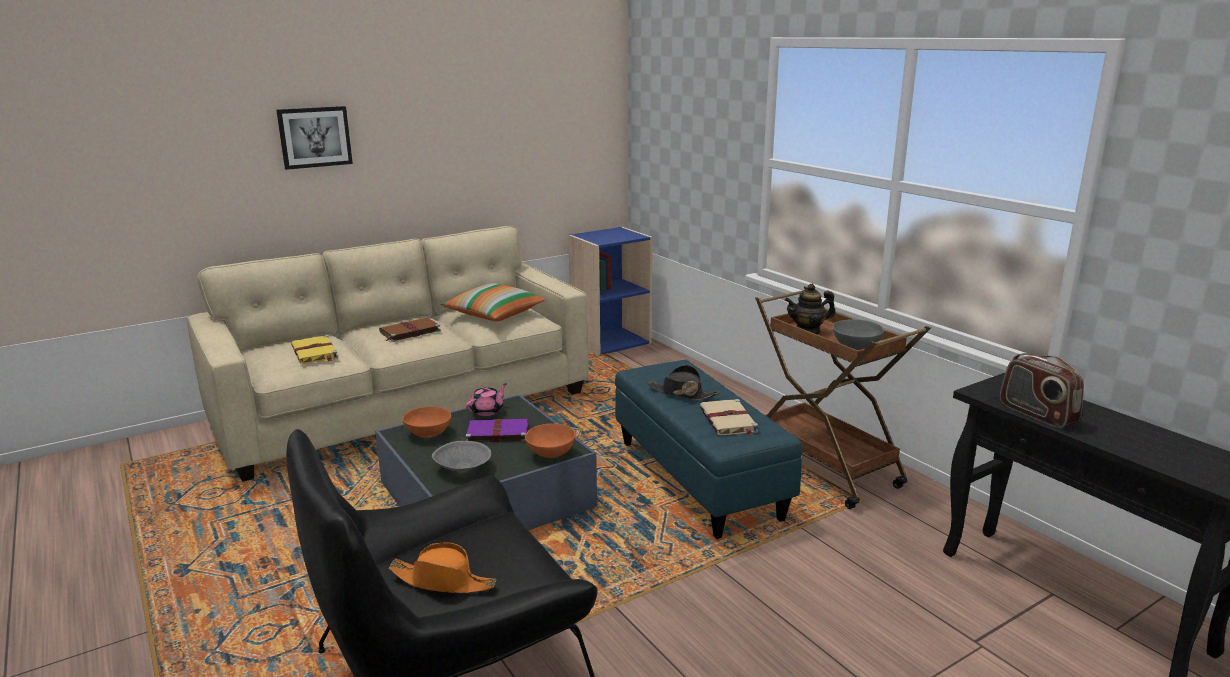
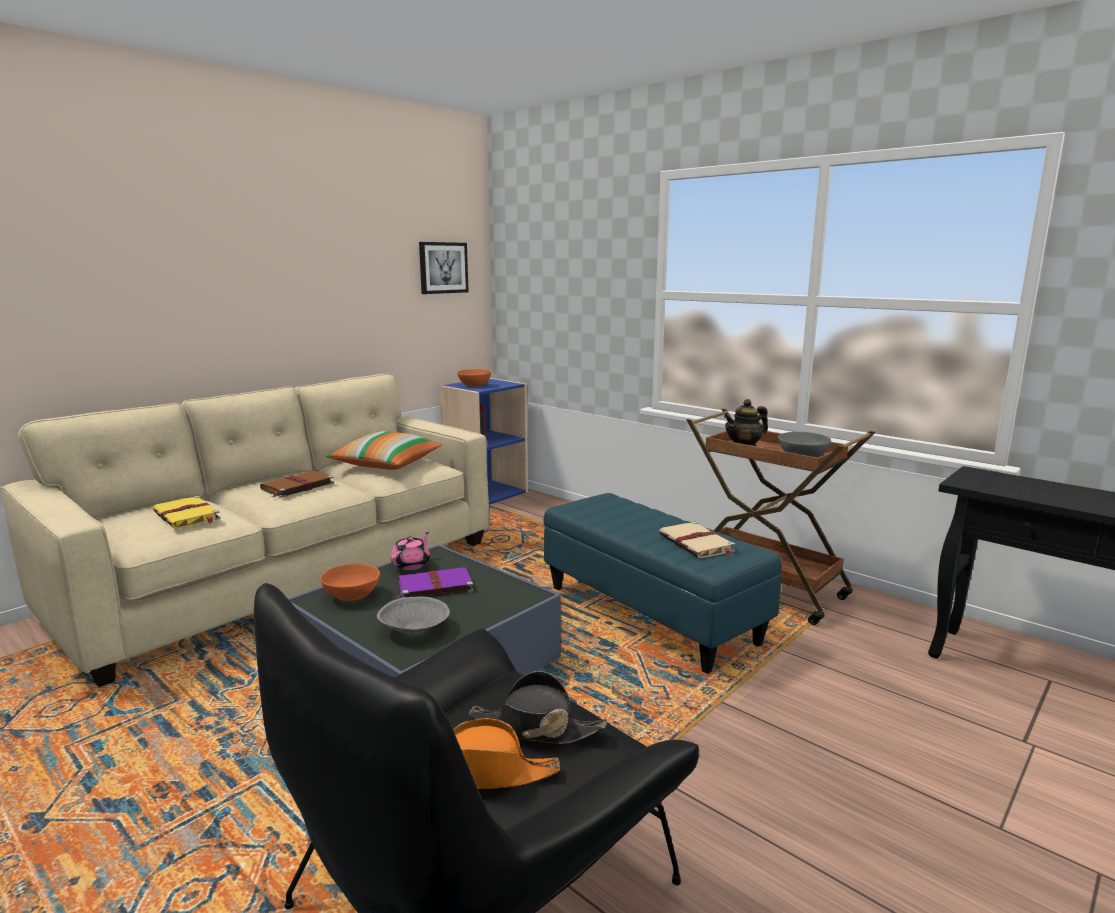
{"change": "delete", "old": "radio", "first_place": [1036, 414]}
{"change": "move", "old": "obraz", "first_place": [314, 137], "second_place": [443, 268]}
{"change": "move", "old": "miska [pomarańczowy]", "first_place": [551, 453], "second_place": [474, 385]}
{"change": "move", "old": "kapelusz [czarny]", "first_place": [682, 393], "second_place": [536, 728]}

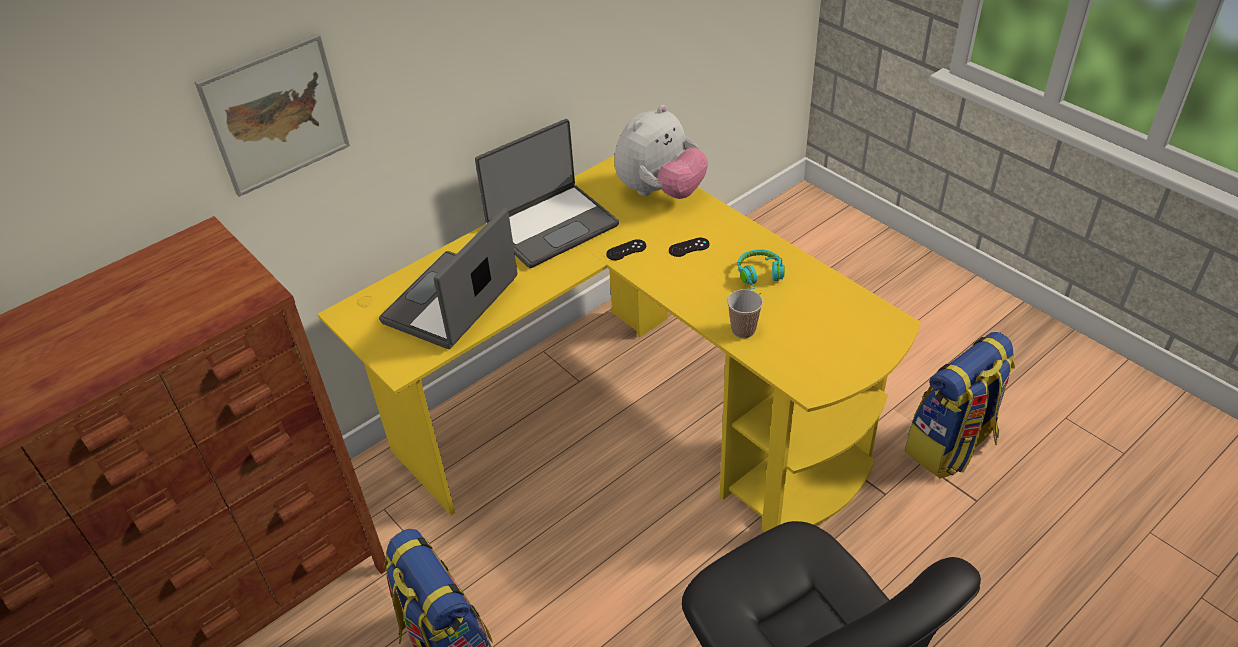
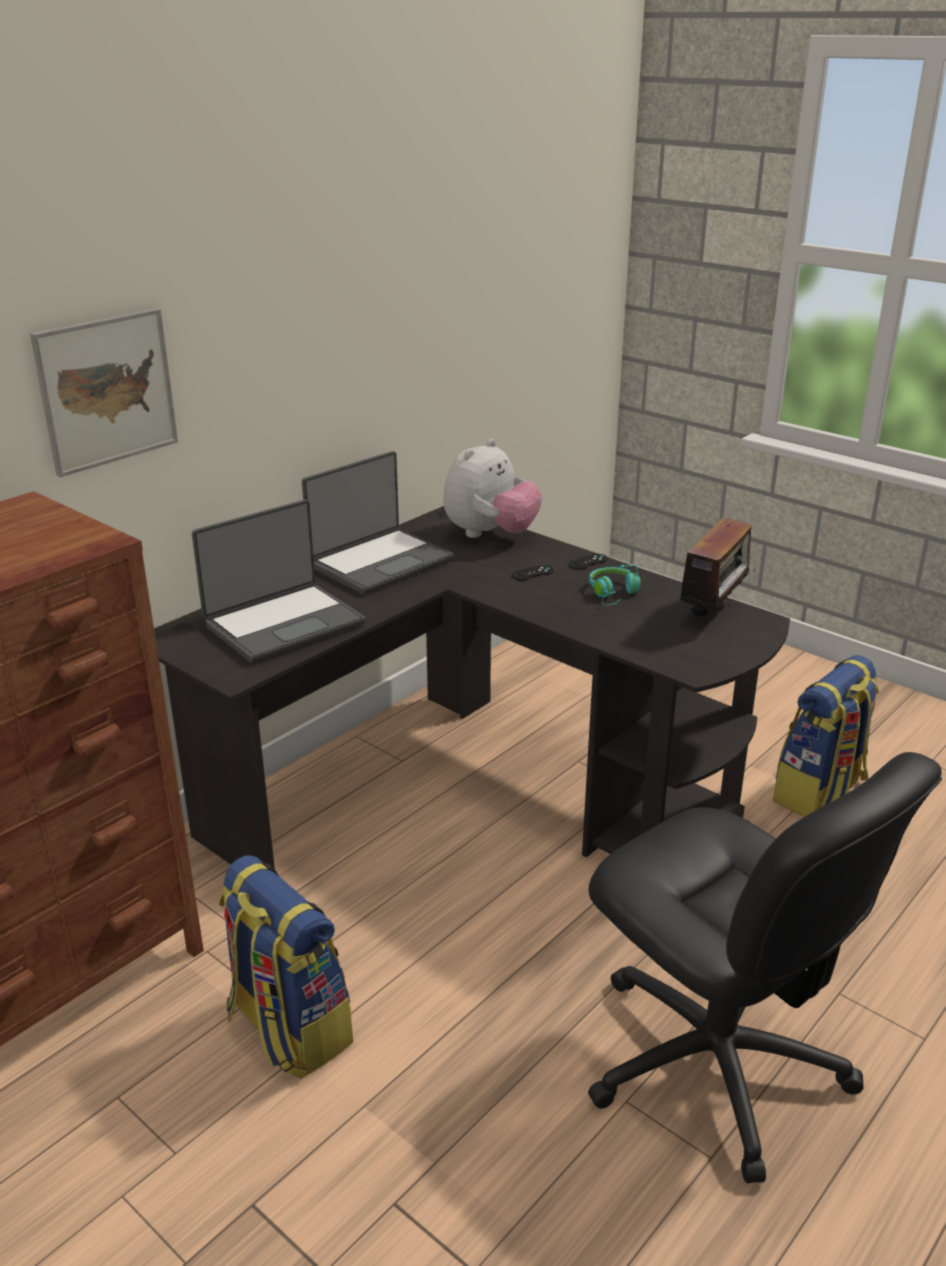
{"change": "delete", "old": "filiżanka", "first_place": [743, 330]}
{"change": "insert", "new": "radio", "second_place": [713, 611]}
{"change": "move", "old": "pad do gier [czarny]", "first_place": [626, 250], "second_place": [588, 562]}
{"change": "recolor", "old": "biurko [żółty]", "new": "biurko [czarny]", "first_place": [632, 417], "second_place": [469, 789]}
{"change": "rotate", "old": "laptop", "first_place": [452, 302], "second_place": [283, 624], "degrees": -150}

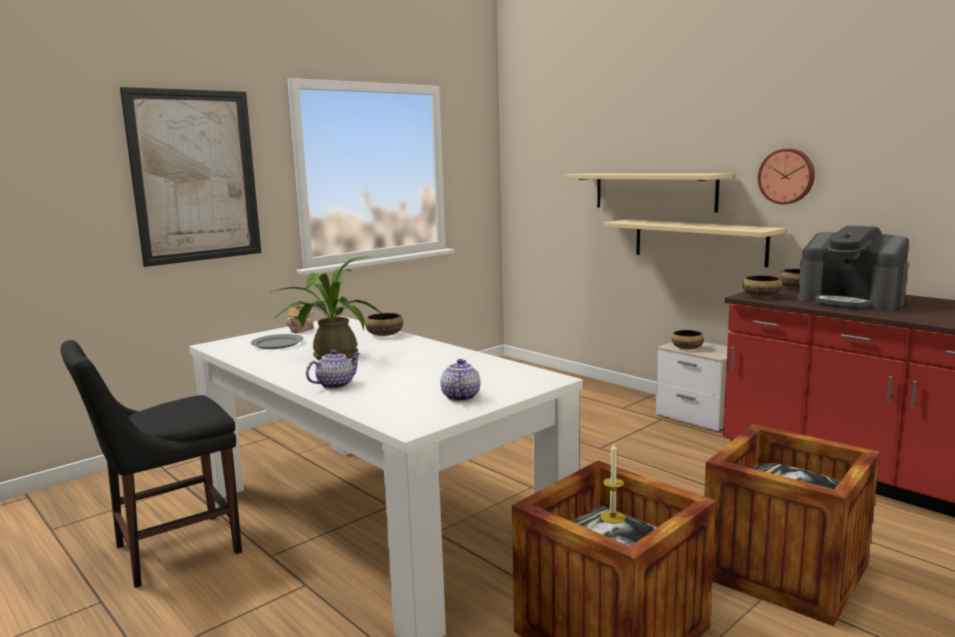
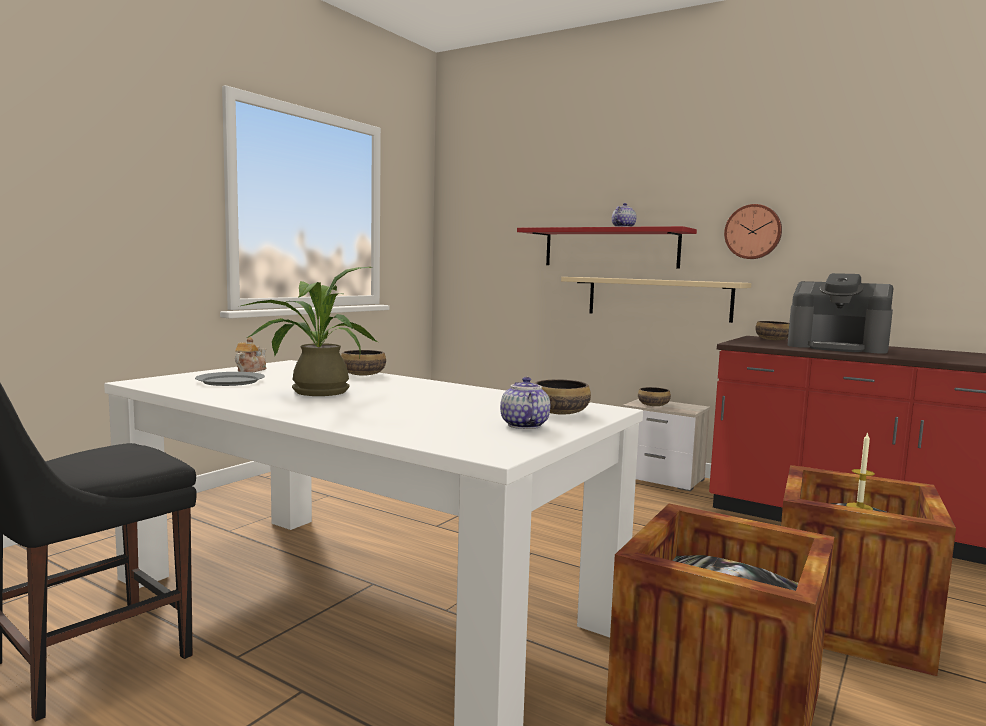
{"change": "delete", "old": "obraz", "first_place": [195, 176]}
{"change": "move", "old": "imbryk", "first_place": [335, 384], "second_place": [622, 227]}
{"change": "move", "old": "świeca", "first_place": [612, 517], "second_place": [859, 507]}
{"change": "move", "old": "miska", "first_place": [762, 296], "second_place": [561, 413]}
{"change": "recolor", "old": "półka [beżowy]", "new": "półka [czerwony]", "first_place": [654, 191], "second_place": [610, 248]}

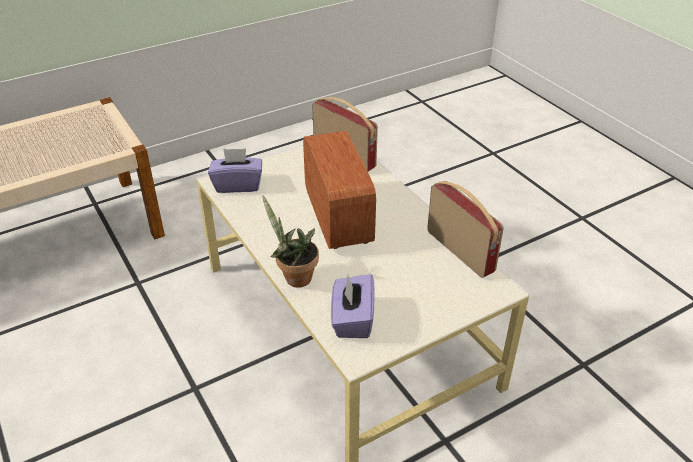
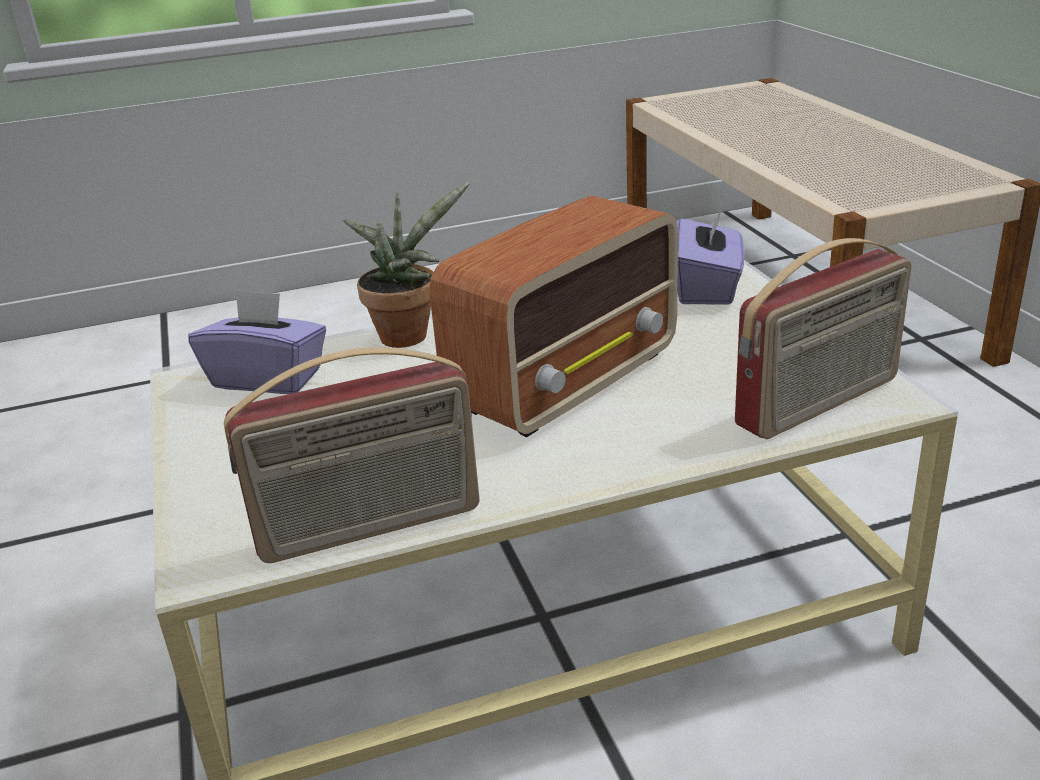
{"change": "rotate", "old": "radio", "first_place": [338, 217], "second_place": [568, 381], "degrees": -45}

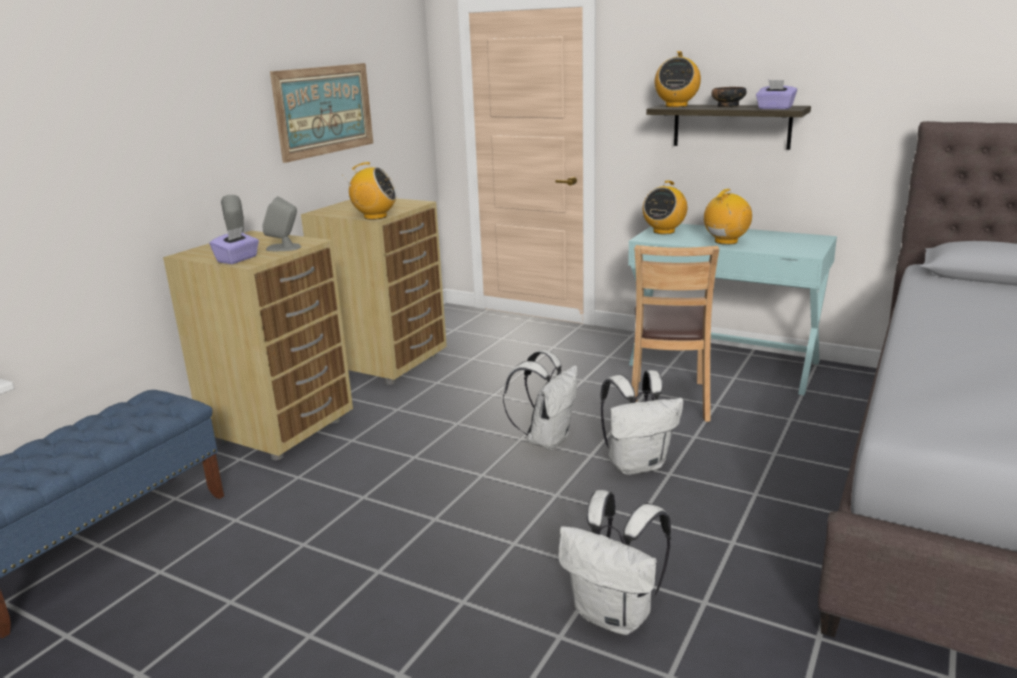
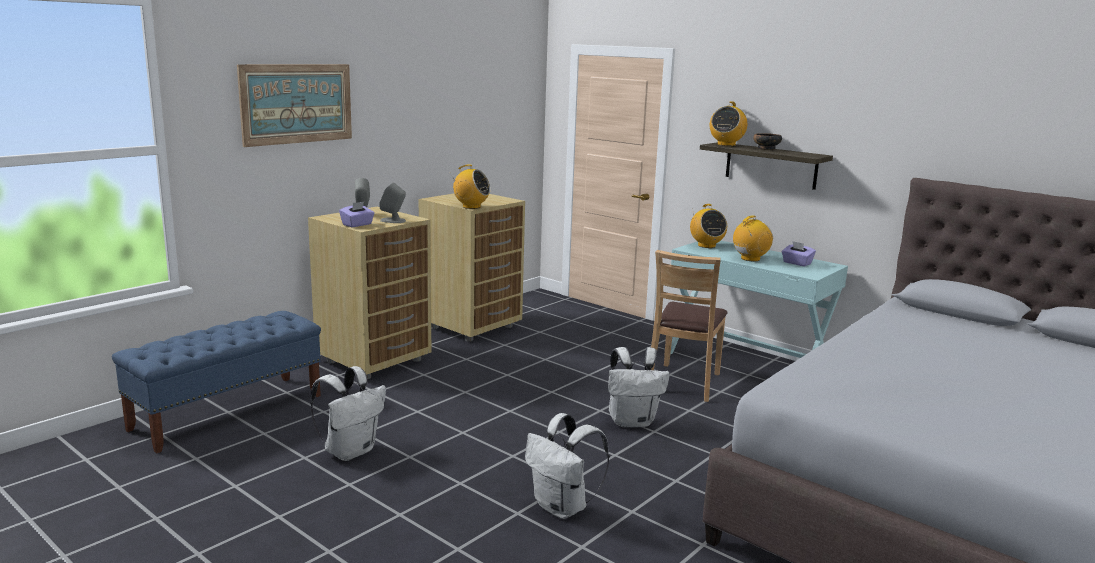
{"change": "move", "old": "obraz", "first_place": [324, 110], "second_place": [297, 103]}
{"change": "move", "old": "plecak [biały]", "first_place": [547, 439], "second_place": [350, 451]}
{"change": "move", "old": "pudełko chusteczek [fioletowy]", "first_place": [774, 108], "second_place": [796, 263]}
{"change": "rotate", "old": "radio", "first_place": [664, 231], "second_place": [706, 245], "degrees": -60}

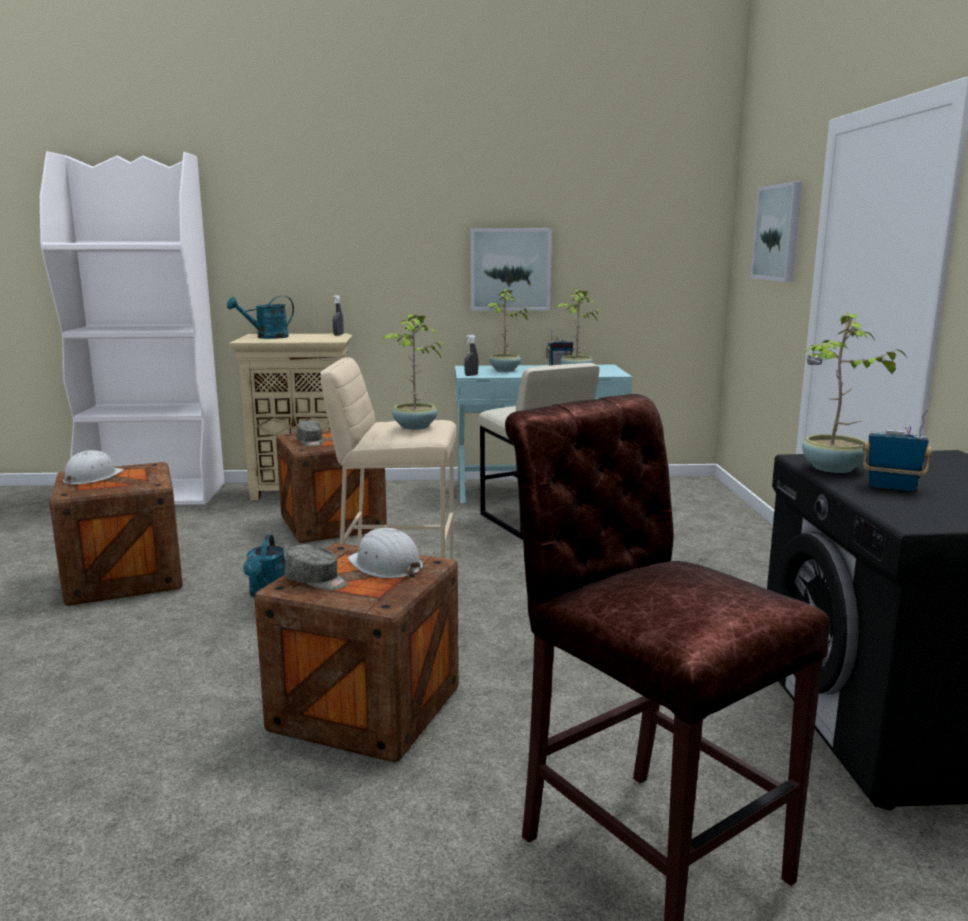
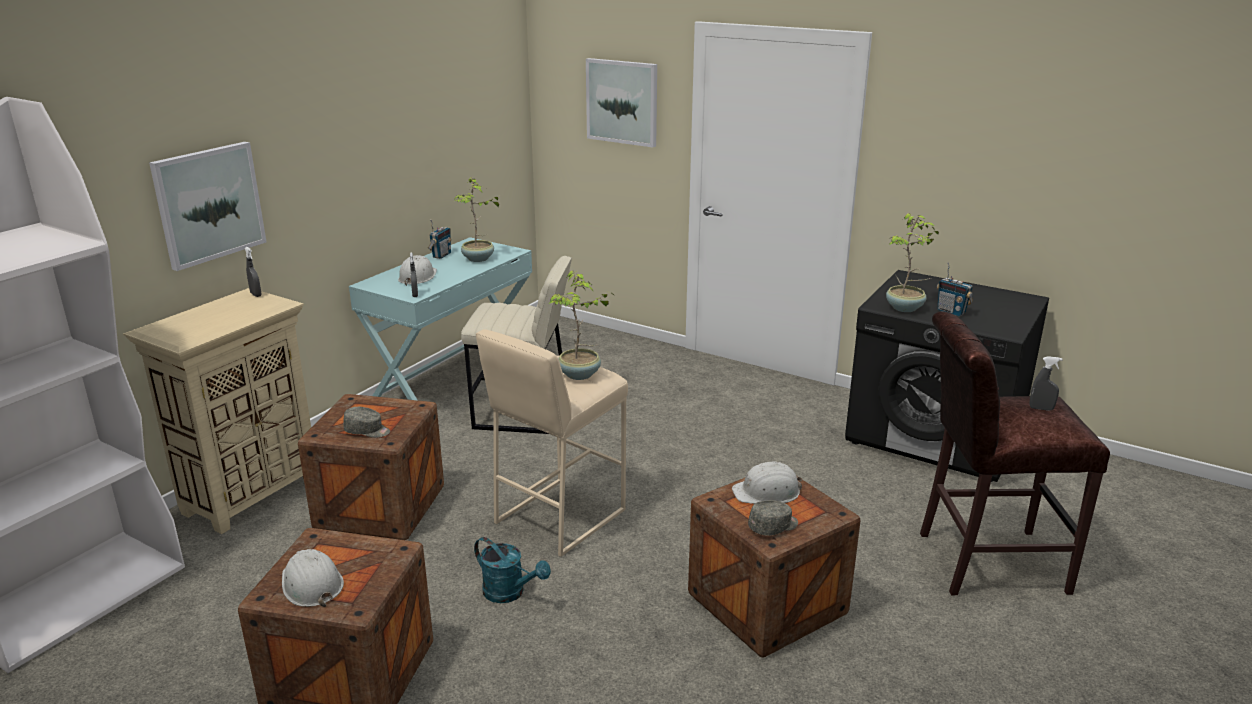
{"change": "delete", "old": "konewka [turkusowy]", "first_place": [266, 337]}
{"change": "insert", "new": "spryskiwacz [szary]", "second_place": [1041, 408]}
{"change": "move", "old": "obraz", "first_place": [510, 269], "second_place": [209, 204]}
{"change": "replace", "old": "roślina doniczkowa", "new": "kask [biały]", "first_place": [504, 370], "second_place": [417, 277]}
{"change": "rotate", "old": "radio", "first_place": [891, 487], "second_place": [951, 311], "degrees": -105}

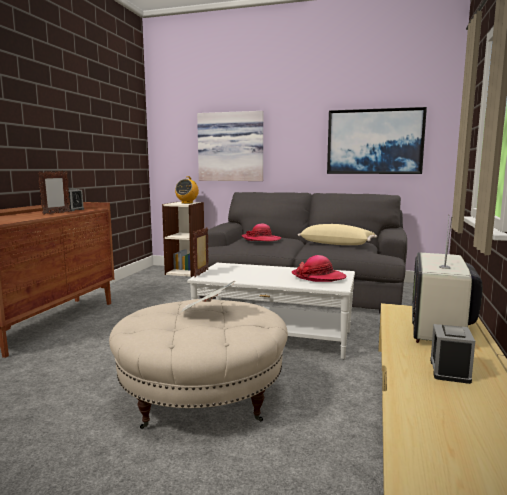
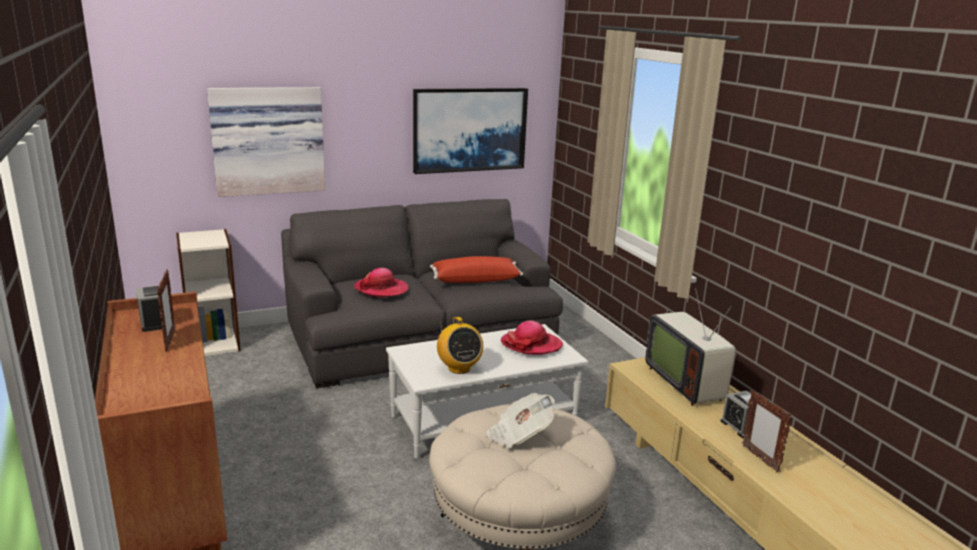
{"change": "move", "old": "radio", "first_place": [187, 203], "second_place": [459, 368]}
{"change": "move", "old": "ramka na zdjęcie", "first_place": [201, 273], "second_place": [759, 458]}
{"change": "recolor", "old": "poduszka [beżowy]", "new": "poduszka [czerwony]", "first_place": [337, 244], "second_place": [475, 280]}

